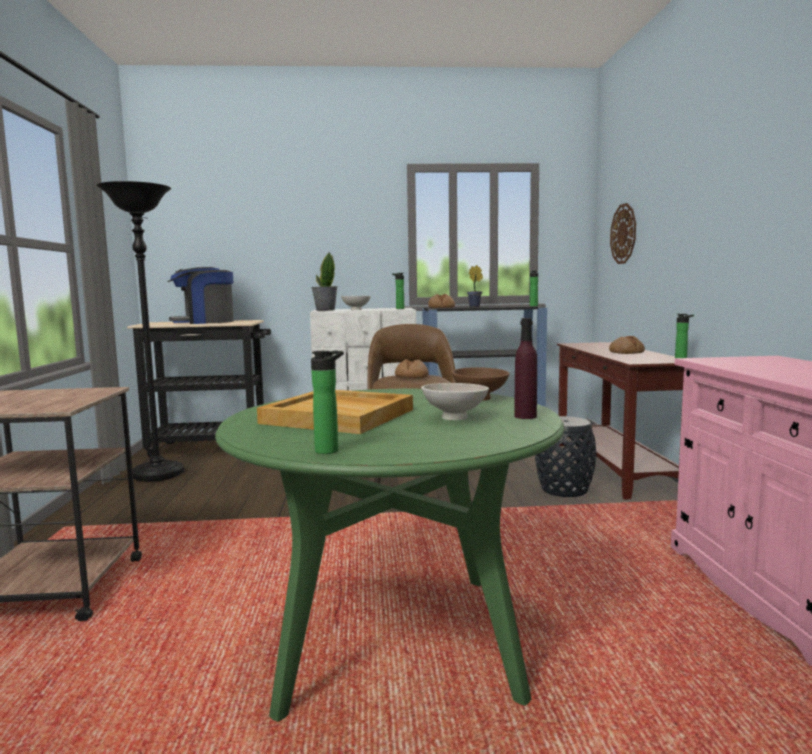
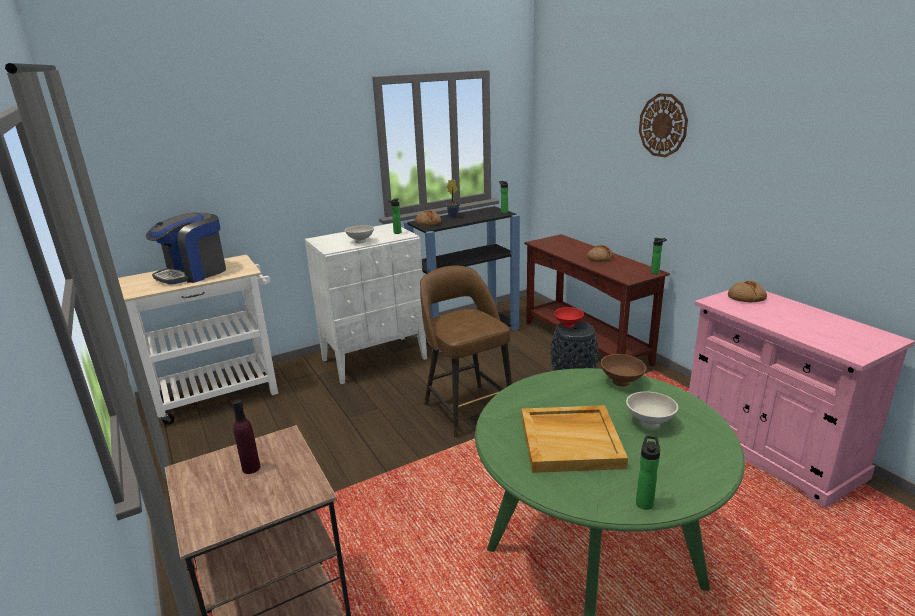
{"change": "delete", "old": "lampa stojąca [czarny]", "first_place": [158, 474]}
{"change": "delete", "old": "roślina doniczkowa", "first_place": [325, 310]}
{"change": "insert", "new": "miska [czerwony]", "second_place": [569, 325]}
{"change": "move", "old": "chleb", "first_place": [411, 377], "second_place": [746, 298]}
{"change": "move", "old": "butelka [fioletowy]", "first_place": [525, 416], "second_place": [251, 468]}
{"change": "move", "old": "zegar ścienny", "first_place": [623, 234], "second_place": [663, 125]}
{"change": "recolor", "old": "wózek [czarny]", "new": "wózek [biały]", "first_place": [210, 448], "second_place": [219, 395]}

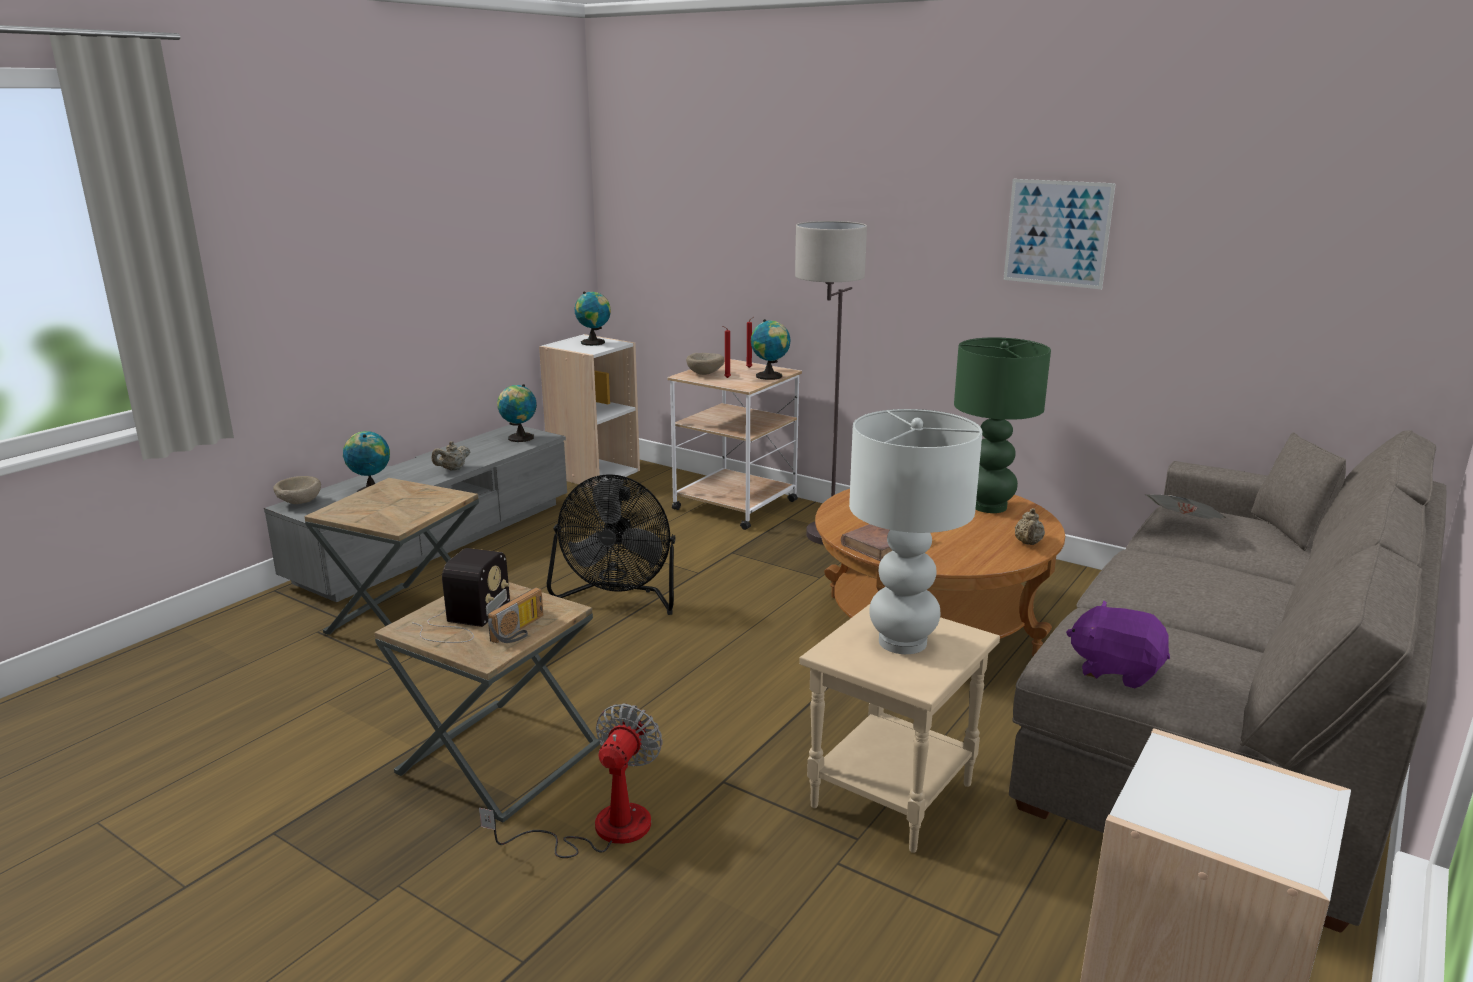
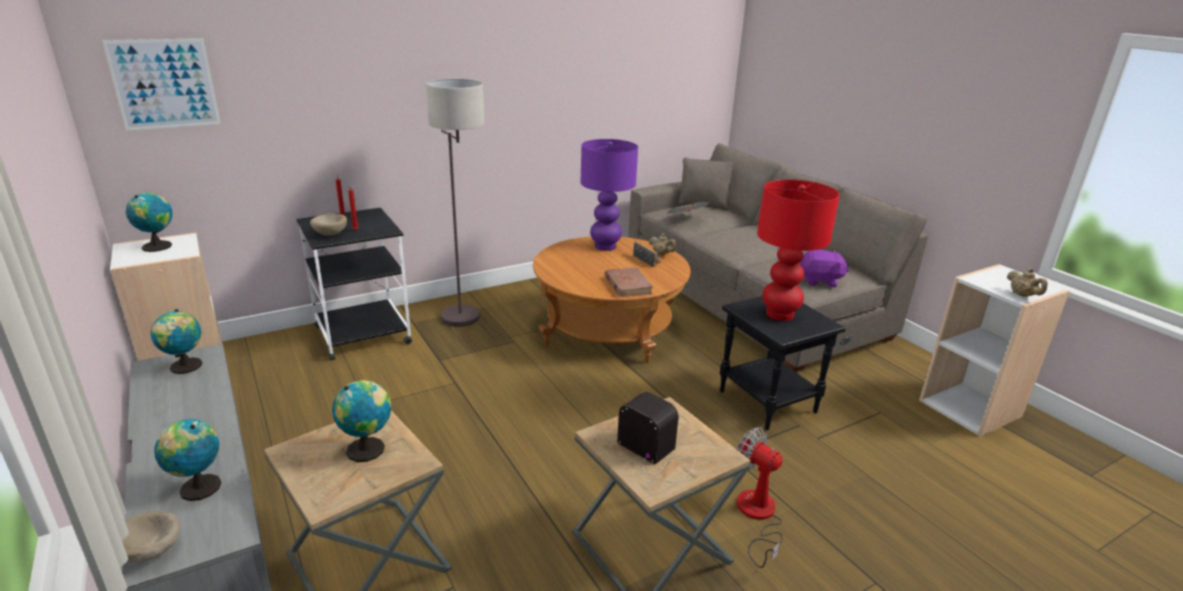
{"change": "delete", "old": "wentylator [czarny]", "first_place": [616, 596]}
{"change": "move", "old": "imbryk [beżowy]", "first_place": [453, 469], "second_place": [1022, 295]}
{"change": "move", "old": "radio", "first_place": [520, 631], "second_place": [648, 260]}
{"change": "move", "old": "globus", "first_place": [770, 376], "second_place": [368, 449]}
{"change": "move", "old": "obraz", "first_place": [1057, 233], "second_place": [164, 84]}
{"change": "recolor", "old": "wózek [beżowy]", "new": "wózek [czarny]", "first_place": [736, 506], "second_place": [364, 334]}
{"change": "recolor", "old": "stolik [beżowy]", "new": "stolik [czarny]", "first_place": [893, 797], "second_place": [769, 402]}
{"change": "recolor", "old": "lampa stołowa [biały]", "new": "lampa stołowa [czerwony]", "first_place": [903, 642], "second_place": [780, 314]}
{"change": "recolor", "old": "lampa stołowa [zielony]", "new": "lampa stołowa [fioletowy]", "first_place": [989, 507], "second_place": [605, 246]}
{"change": "rotate", "old": "pluszak [fioletowy]", "first_place": [1116, 670], "second_place": [820, 281], "degrees": -135}

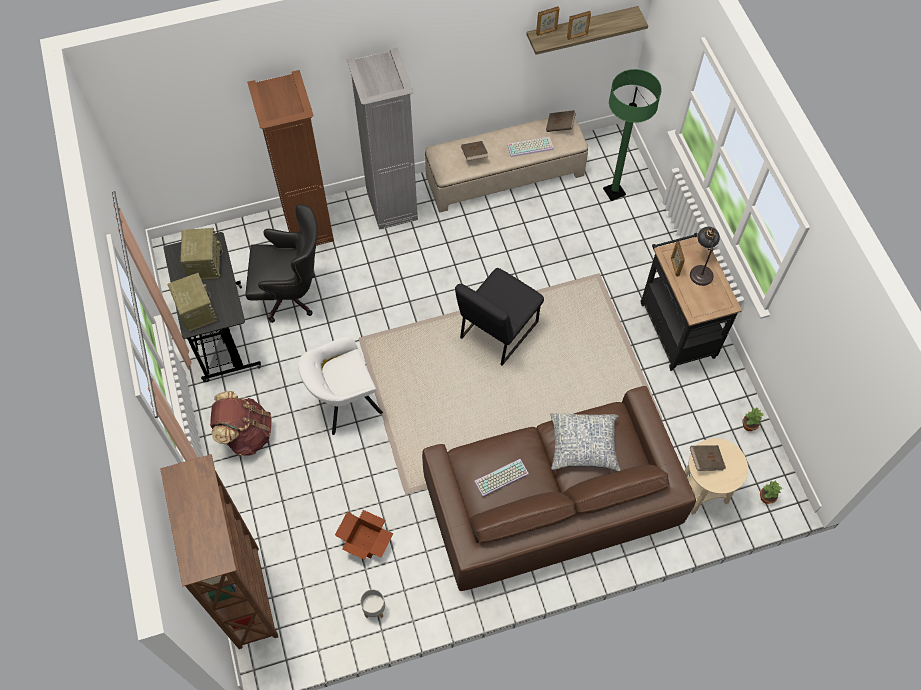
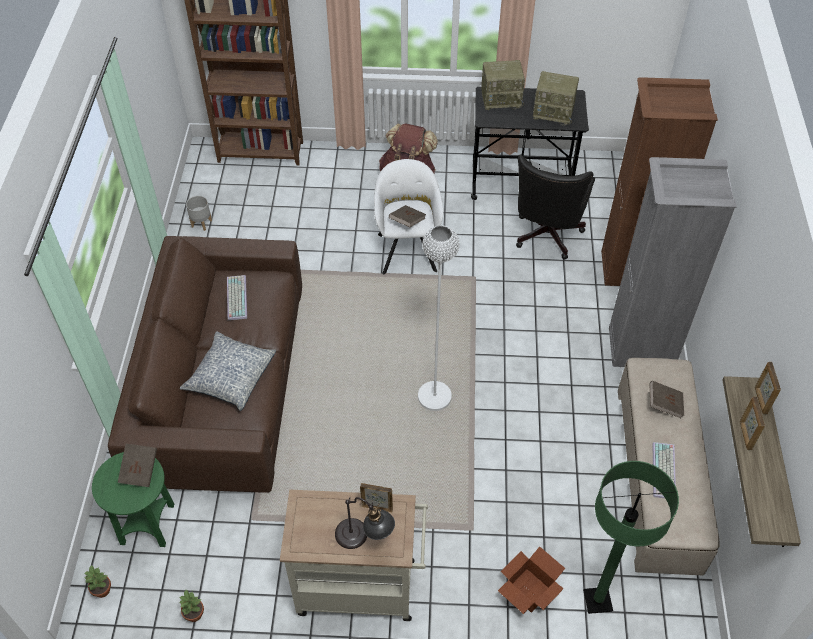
{"change": "move", "old": "karton", "first_place": [366, 542], "second_place": [527, 590]}
{"change": "move", "old": "książka [brązowy]", "first_place": [560, 126], "second_place": [407, 222]}
{"change": "replace", "old": "krzesło [czarny]", "new": "lampa stojąca [biały]", "first_place": [497, 331], "second_place": [434, 396]}
{"change": "recolor", "old": "wózek [czarny]", "new": "wózek [beżowy]", "first_place": [675, 328], "second_place": [360, 588]}
{"change": "recolor", "old": "stolik [beżowy]", "new": "stolik [zielony]", "first_place": [702, 492], "second_place": [147, 524]}

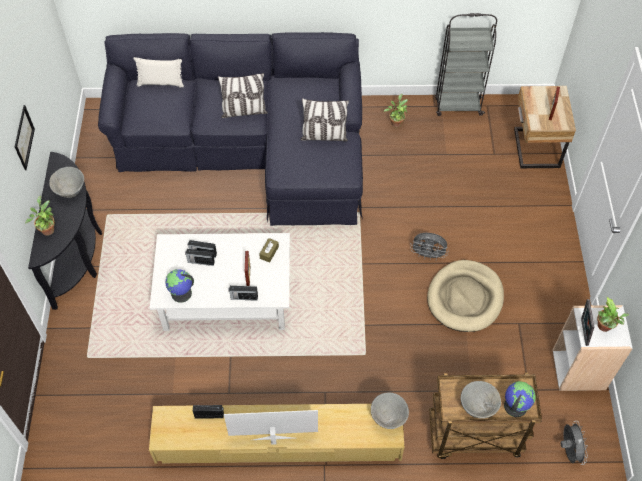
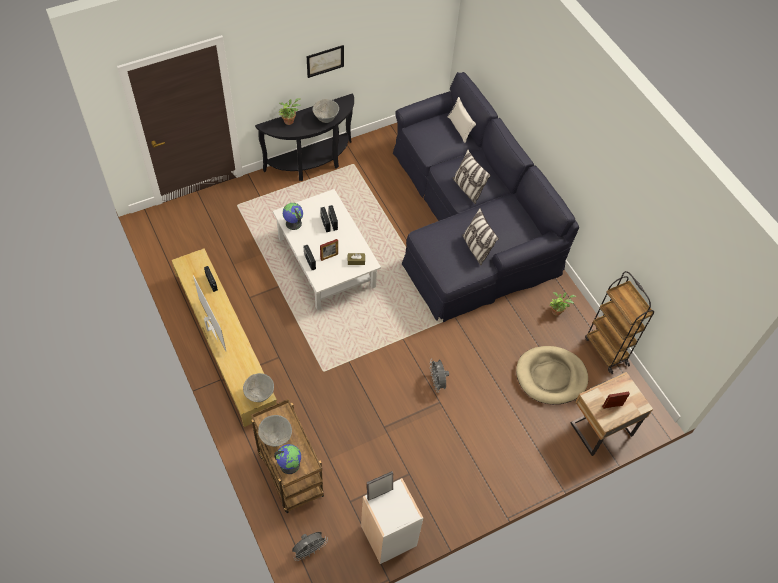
{"change": "delete", "old": "roślina doniczkowa", "first_place": [605, 327]}
{"change": "move", "old": "legowisko [beżowy]", "first_place": [465, 298], "second_place": [551, 376]}
{"change": "recolor", "old": "wózek [szary]", "new": "wózek [brązowy]", "first_place": [458, 106], "second_place": [606, 351]}

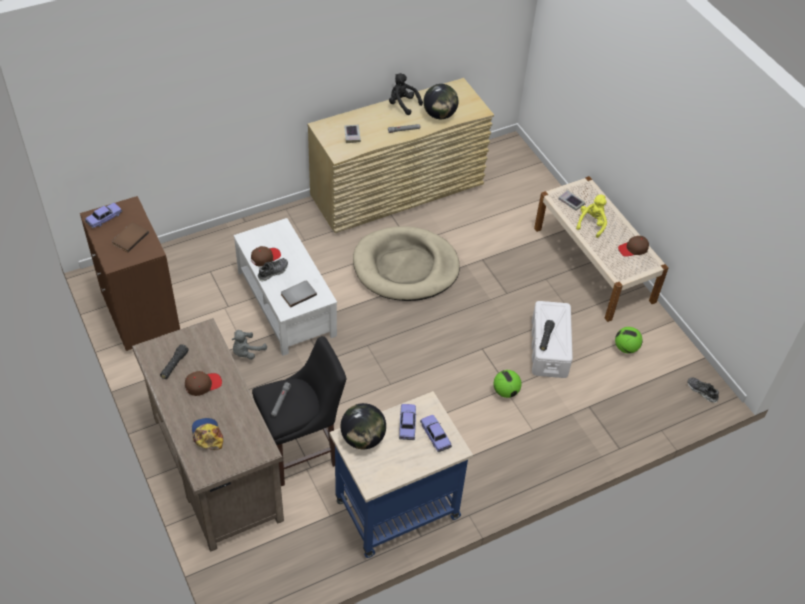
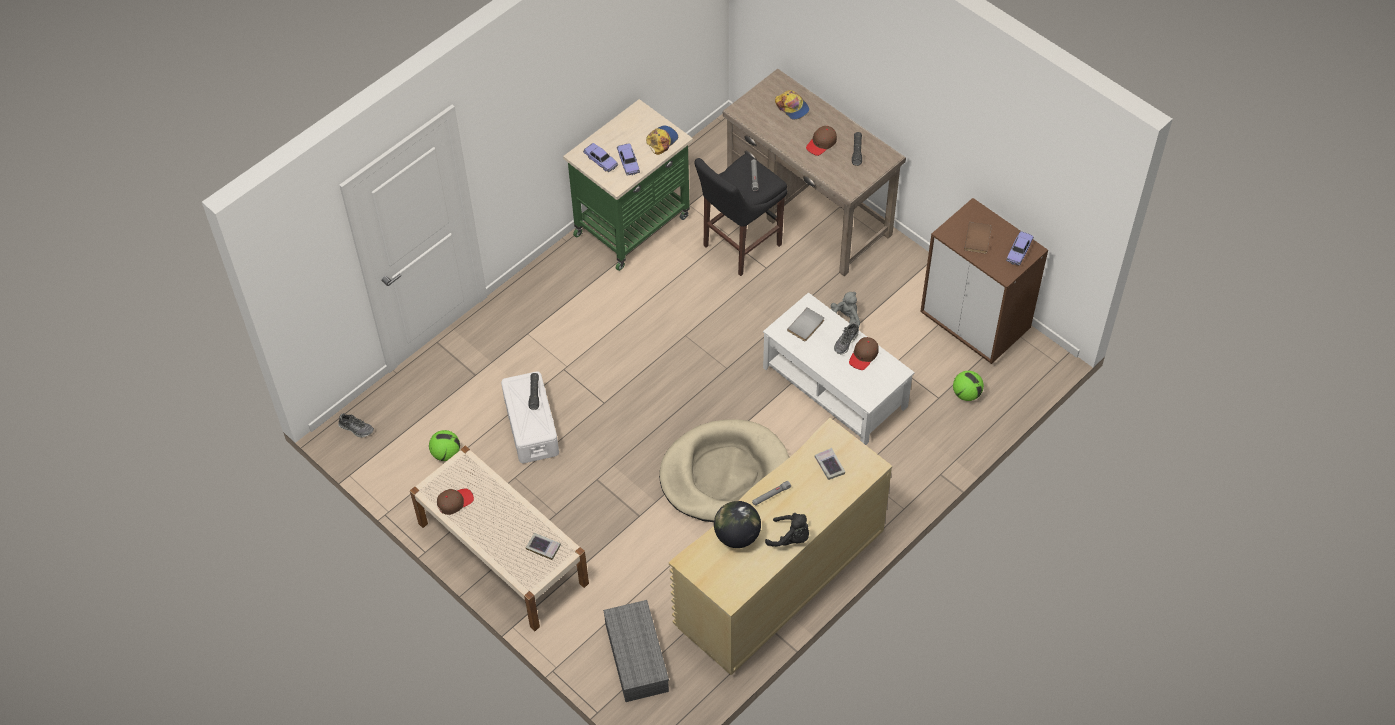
{"change": "delete", "old": "pluszak [żółty]", "first_place": [592, 224]}
{"change": "insert", "new": "pojemnik do przechowywania [szary]", "second_place": [635, 656]}
{"change": "move", "old": "piłka futbolowa", "first_place": [505, 391], "second_place": [966, 394]}
{"change": "replace", "old": "globus", "new": "czapka z daszkiem", "first_place": [363, 438], "second_place": [661, 141]}
{"change": "recolor", "old": "wózek [niebieski]", "new": "wózek [zielony]", "first_place": [396, 511], "second_place": [632, 225]}

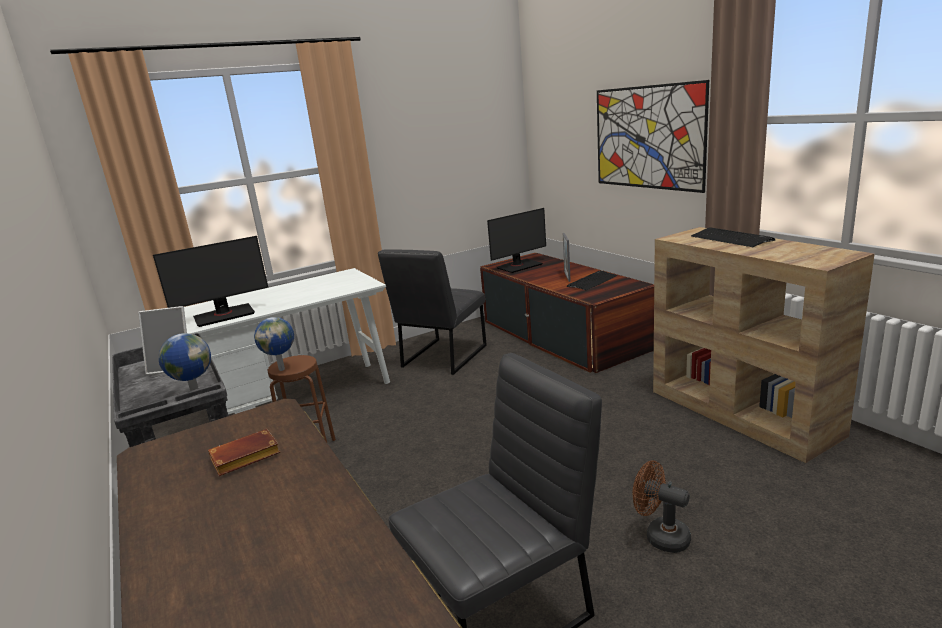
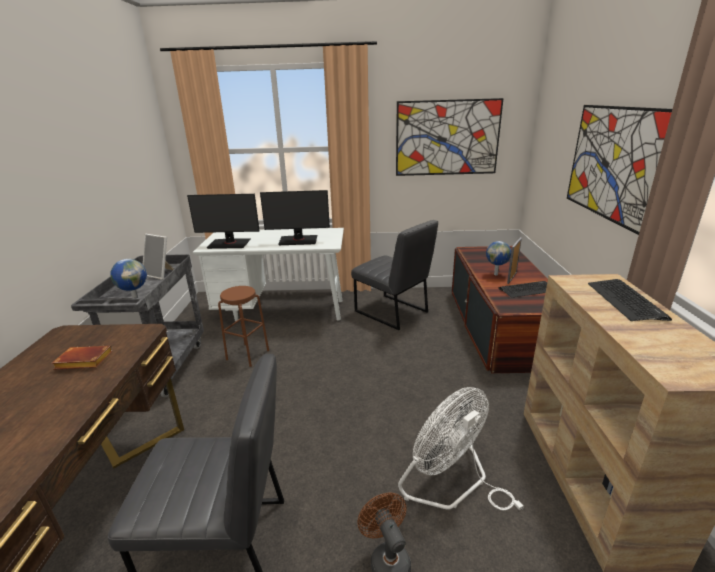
{"change": "insert", "new": "obraz", "second_place": [447, 138]}
{"change": "insert", "new": "wentylator [biały]", "second_place": [458, 482]}
{"change": "move", "old": "globus", "first_place": [282, 369], "second_place": [496, 274]}
{"change": "move", "old": "monitor", "first_place": [519, 266], "second_place": [298, 240]}
{"change": "rotate", "old": "krzesło [szary]", "first_place": [442, 357], "second_place": [392, 312], "degrees": -105}

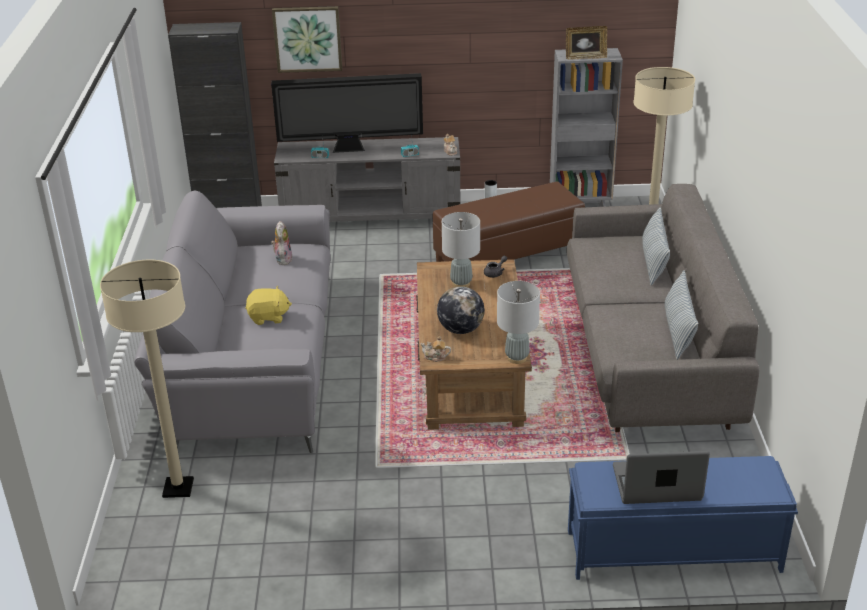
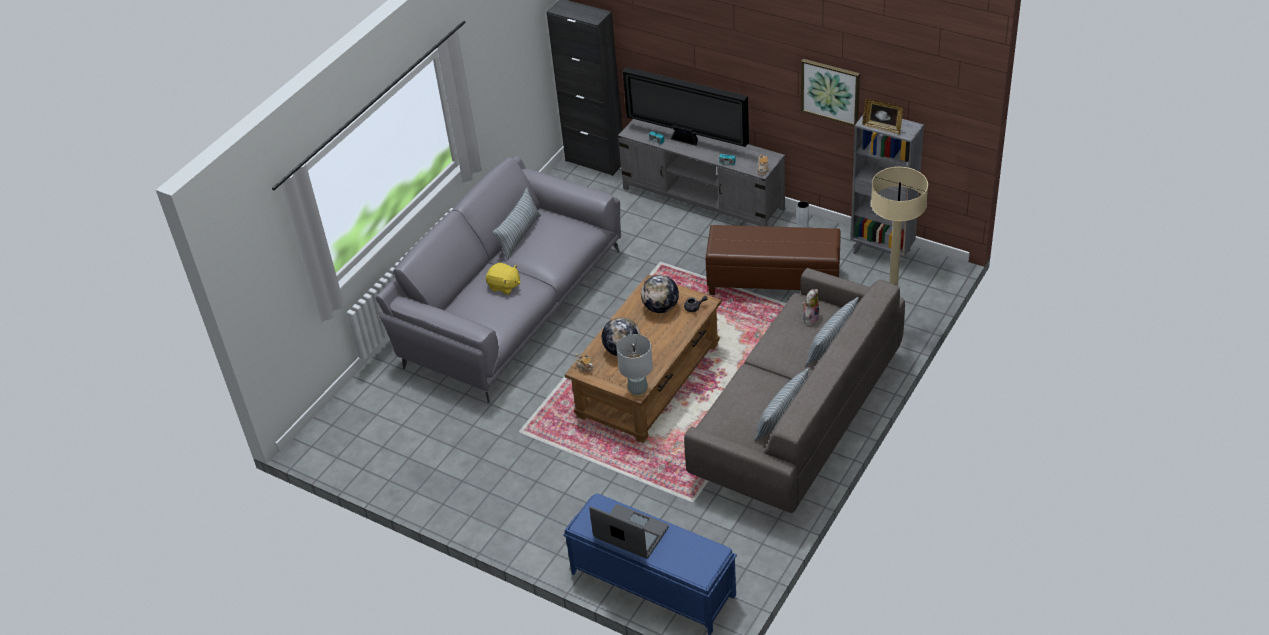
{"change": "delete", "old": "lampa stojąca [beżowy]", "first_place": [178, 488]}
{"change": "insert", "new": "poduszka", "second_place": [519, 236]}
{"change": "move", "old": "pluszak", "first_place": [282, 259], "second_place": [810, 318]}
{"change": "move", "old": "obraz", "first_place": [307, 39], "second_place": [830, 91]}
{"change": "replace", "old": "lampa stołowa [szary]", "new": "globus", "first_place": [461, 283], "second_place": [661, 308]}

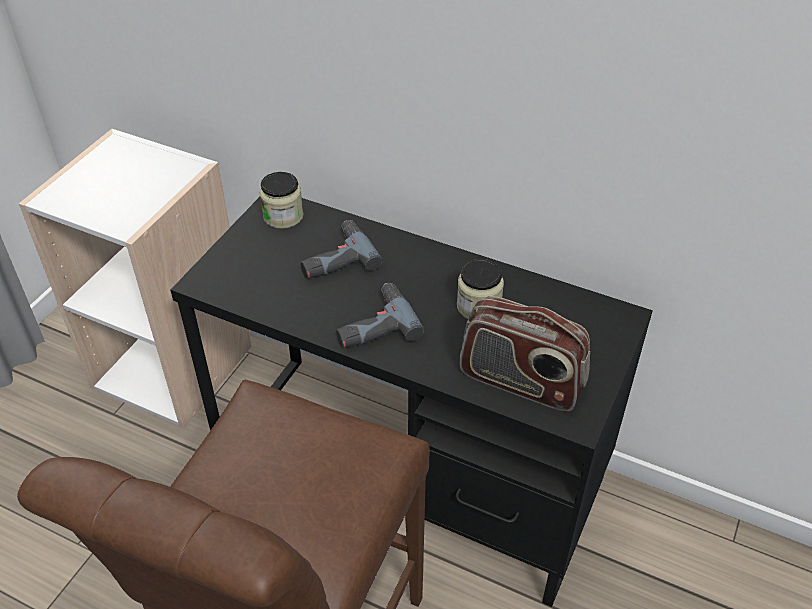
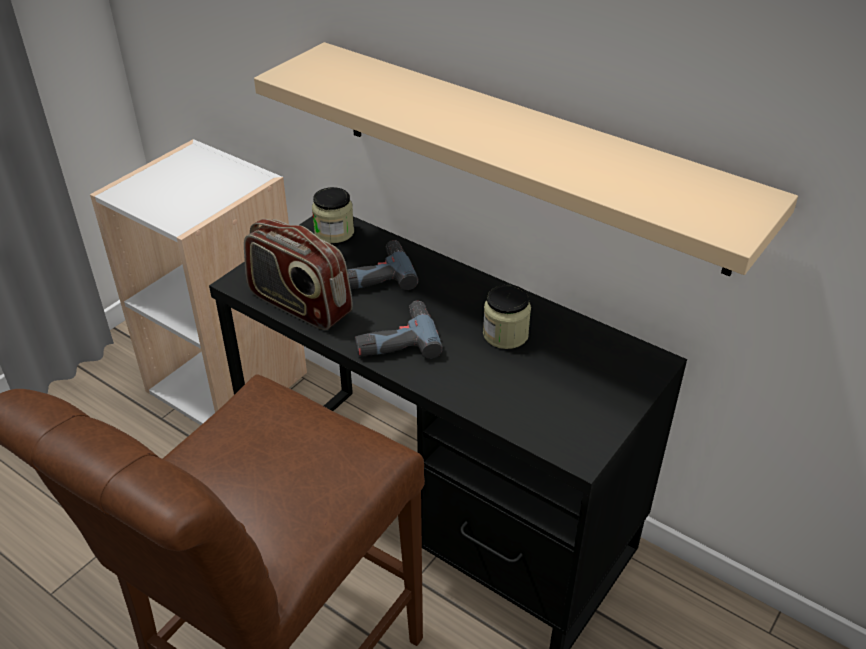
{"change": "insert", "new": "półka [beżowy]", "second_place": [526, 154]}
{"change": "move", "old": "radio", "first_place": [520, 382], "second_place": [299, 305]}

